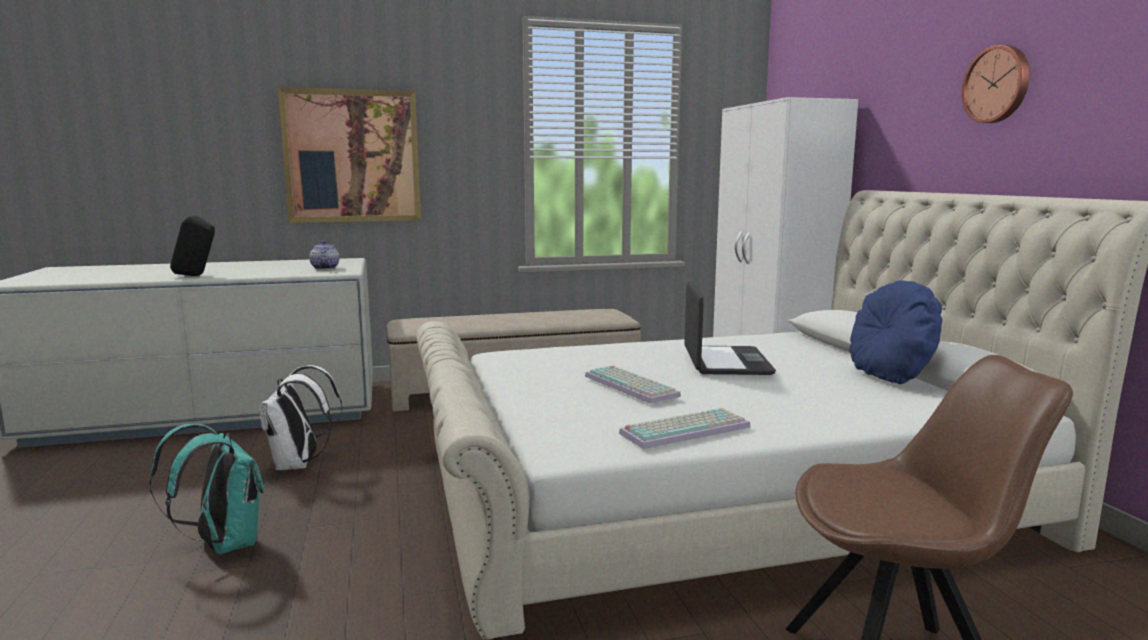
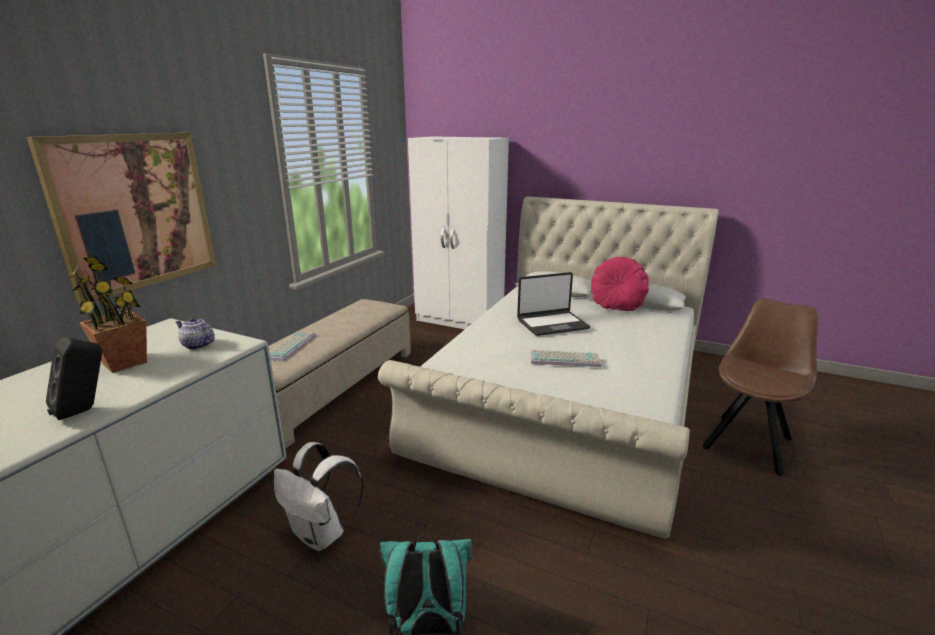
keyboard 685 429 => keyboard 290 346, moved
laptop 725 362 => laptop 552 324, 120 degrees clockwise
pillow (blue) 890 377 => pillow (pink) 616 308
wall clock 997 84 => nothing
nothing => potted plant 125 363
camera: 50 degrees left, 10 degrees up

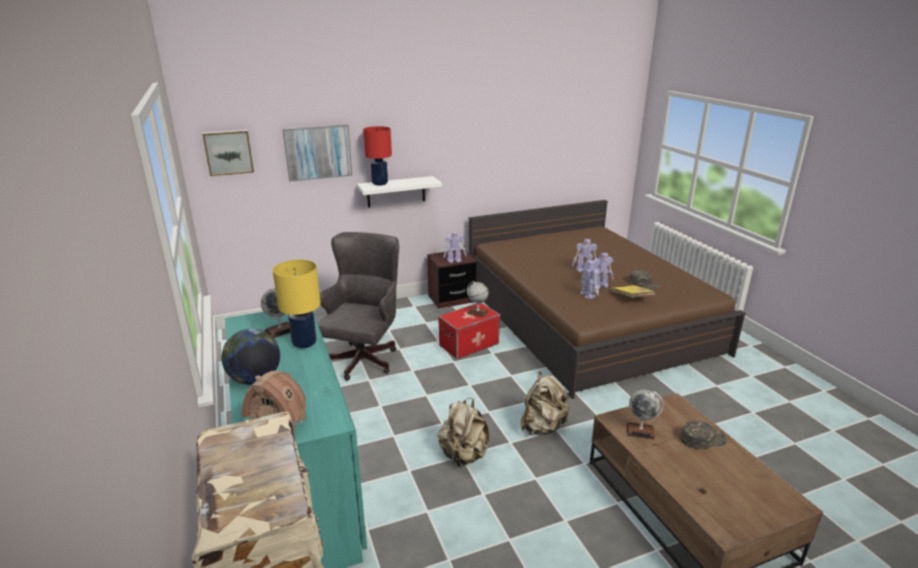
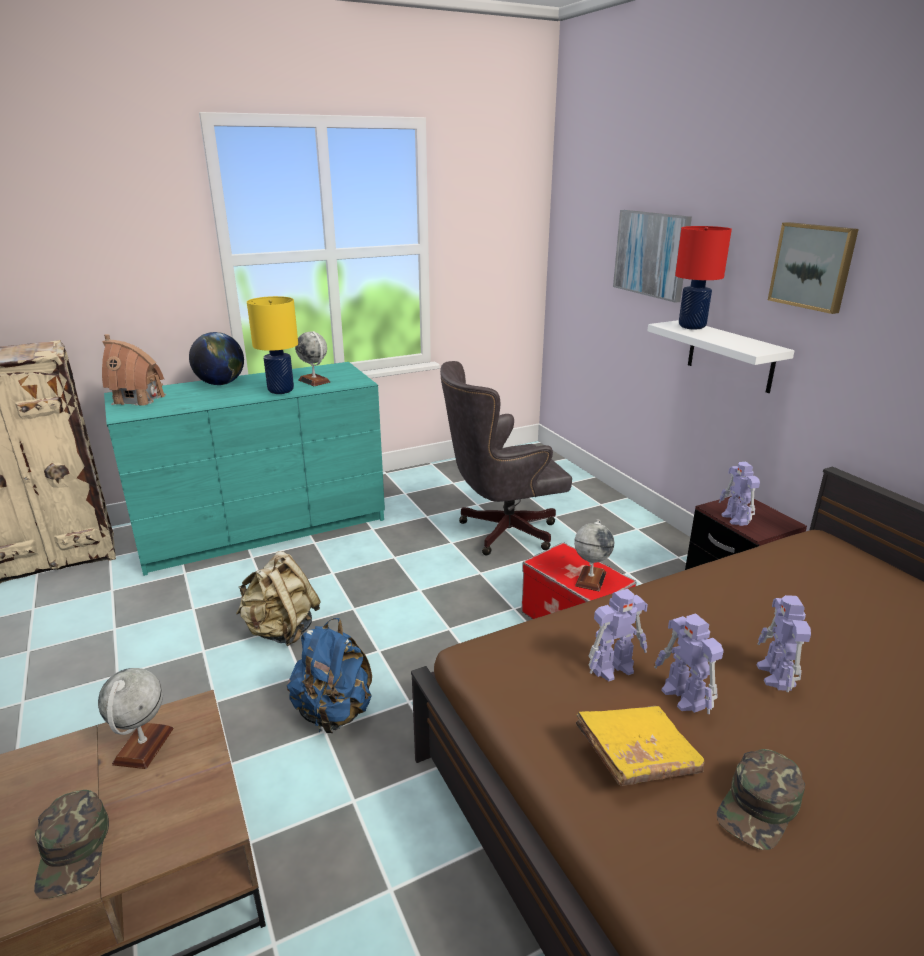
picture 228 152 => picture 813 266, moved
office chair (grey) 364 358 => office chair (grey) 501 533, 150 degrees clockwise
backpack (beige) 542 426 => backpack (blue) 334 713
camera: 85 degrees right, 0 degrees up

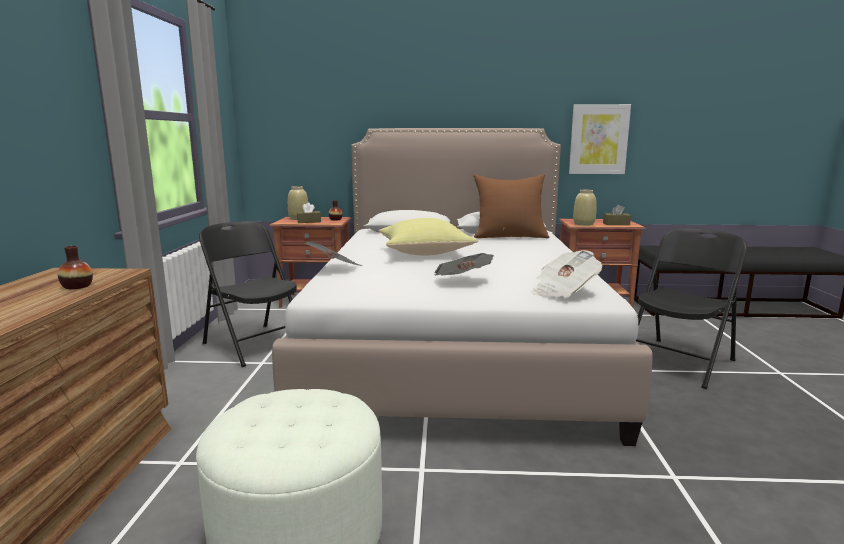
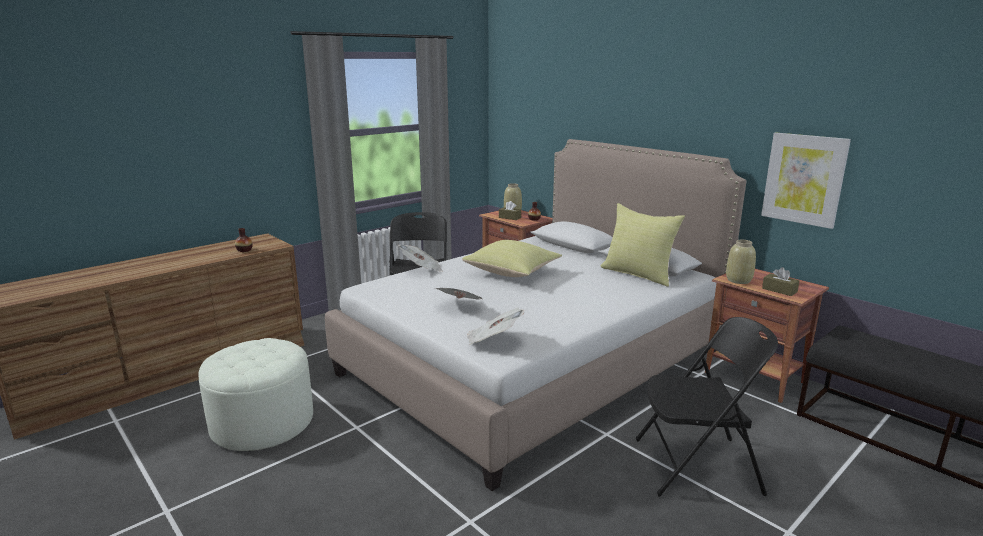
pillow (brown) 509 236 => pillow (yellow) 638 274
camera: 45 degrees right, 5 degrees up

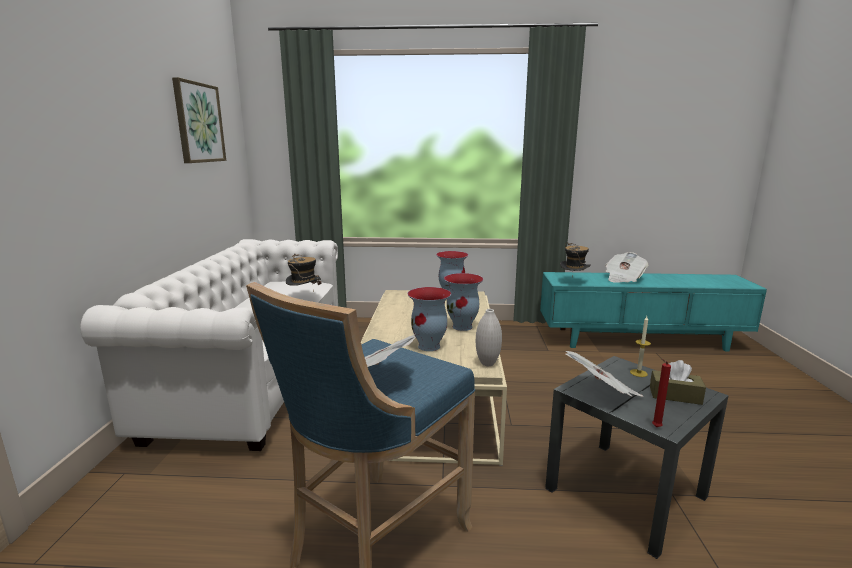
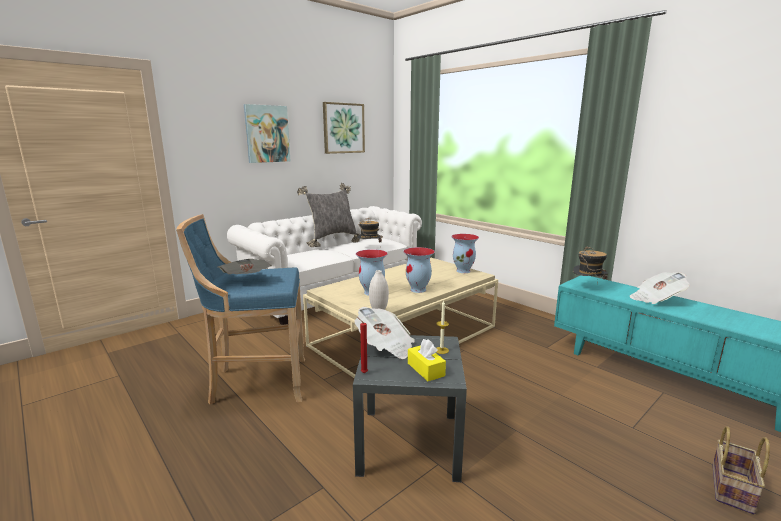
tissue box (brown) 675 395 => tissue box (yellow) 425 369
nothing => picture 267 134
nothing => pillow 331 244
nothing => basket 733 490
camera: 45 degrees right, 0 degrees up

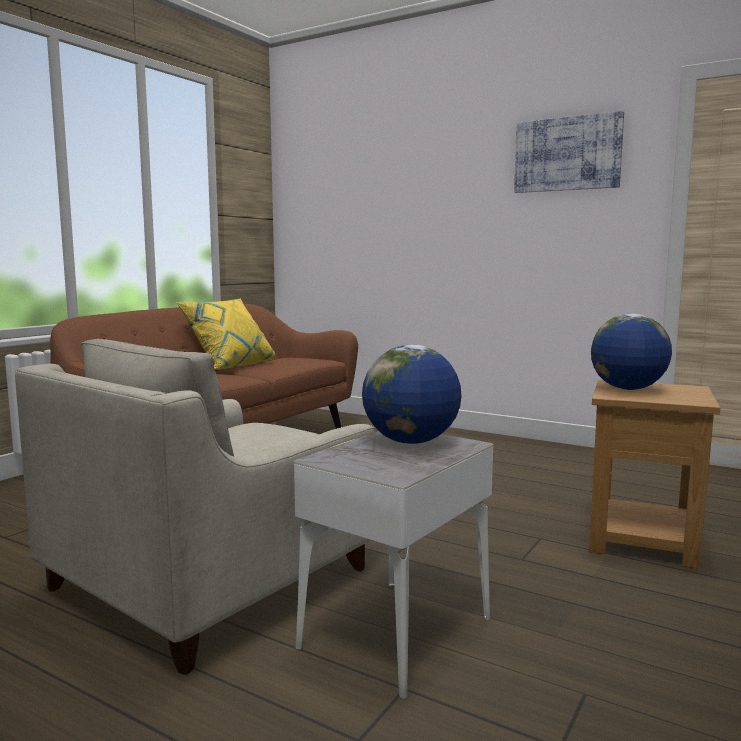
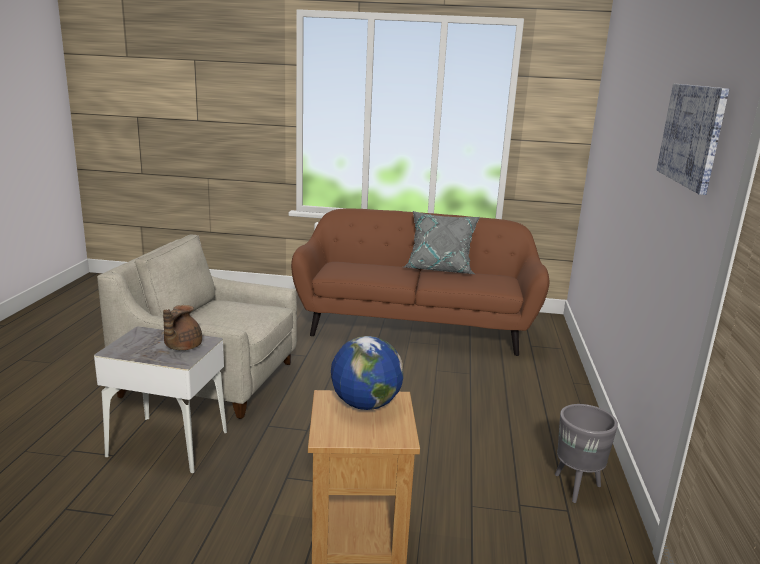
pillow (yellow) 231 366 => pillow (grey) 440 269
globe 411 442 => teapot (brown) 182 347
nothing => planter (grey) 577 488
camera: 65 degrees right, 10 degrees up

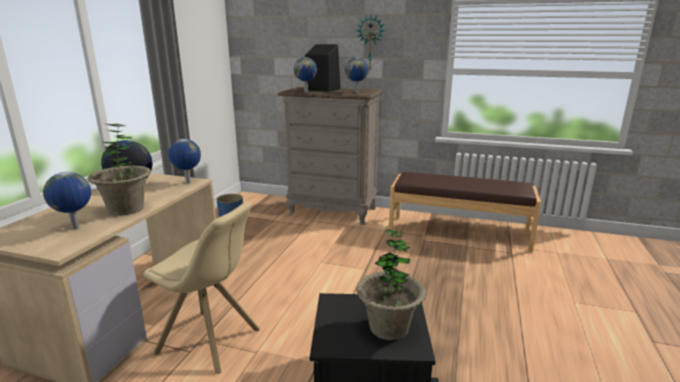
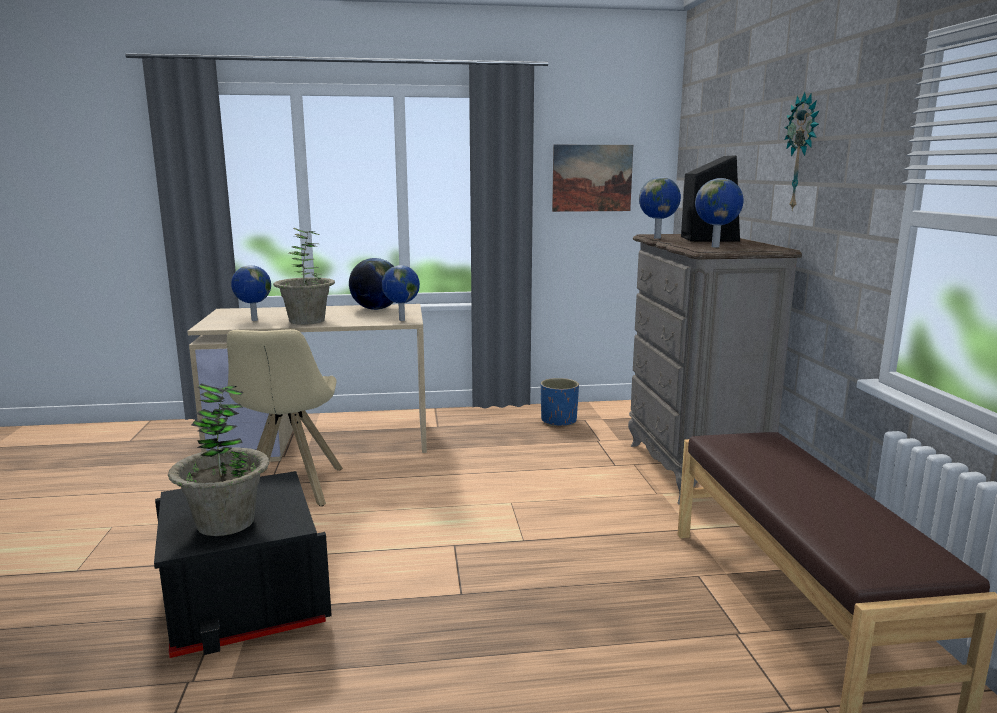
nothing => picture 592 178
camera: 65 degrees right, 5 degrees down

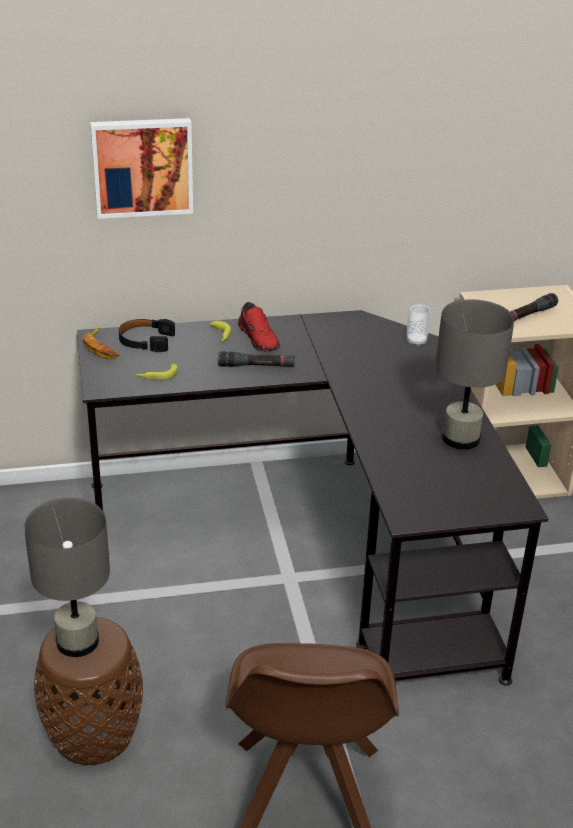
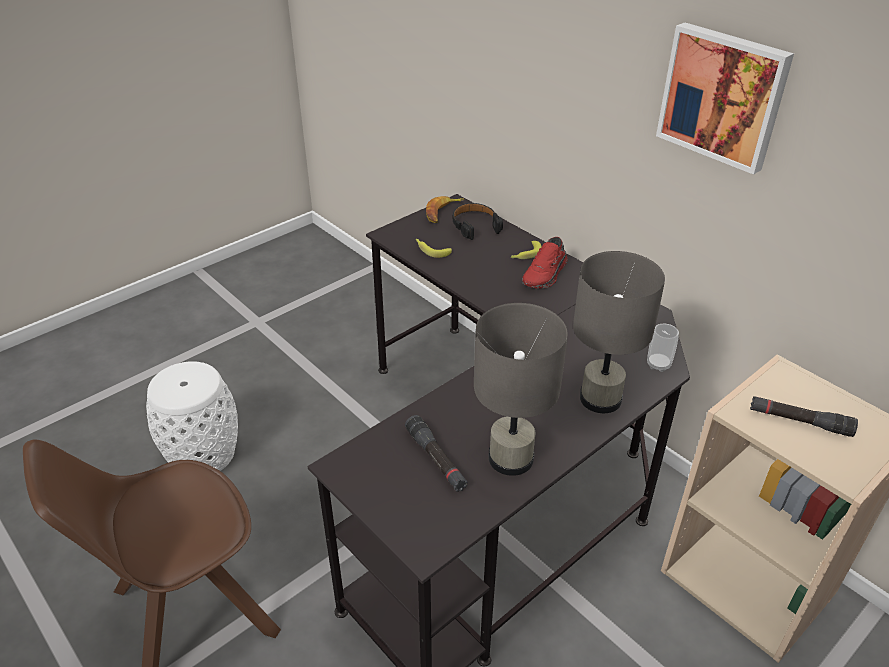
table lamp (grey) 77 642 => table lamp (grey) 599 399, moved
stool (brown) 94 734 => stool (white) 203 455
picture 142 166 => picture 723 96, moved
flashlight (black) 256 366 => flashlight (black) 436 459, moved
camera: 60 degrees right, 5 degrees up

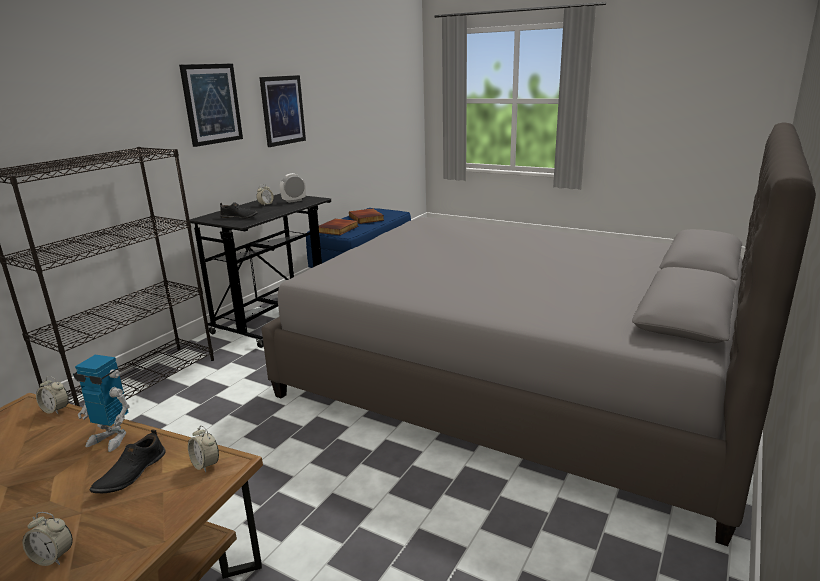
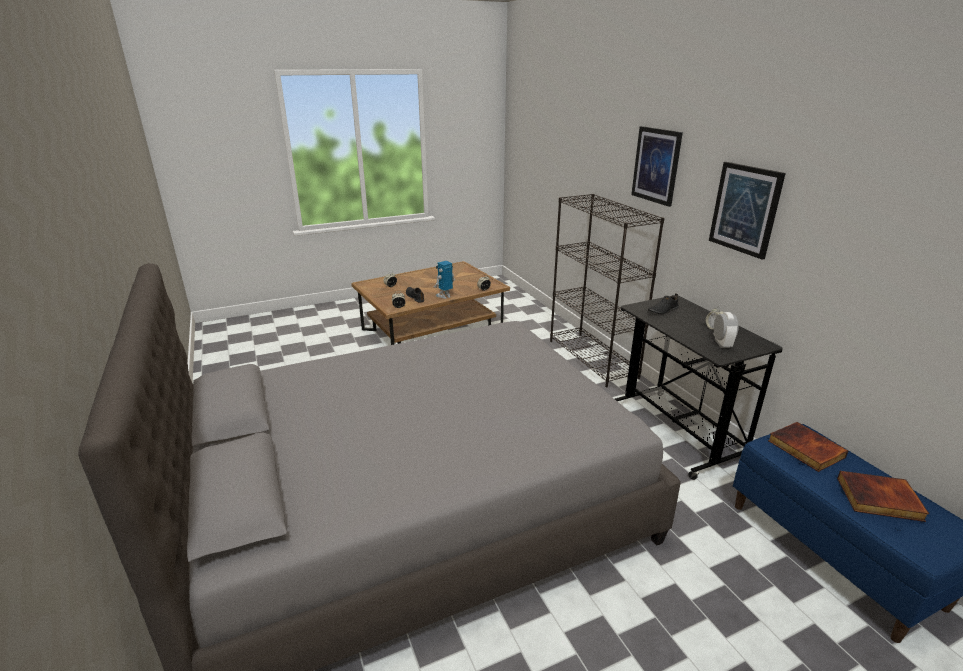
picture 282 110 => picture 656 165, moved
camera: 125 degrees right, 5 degrees up

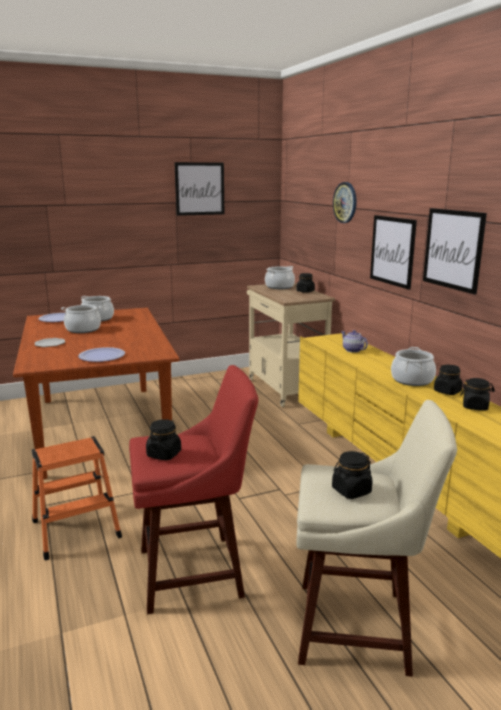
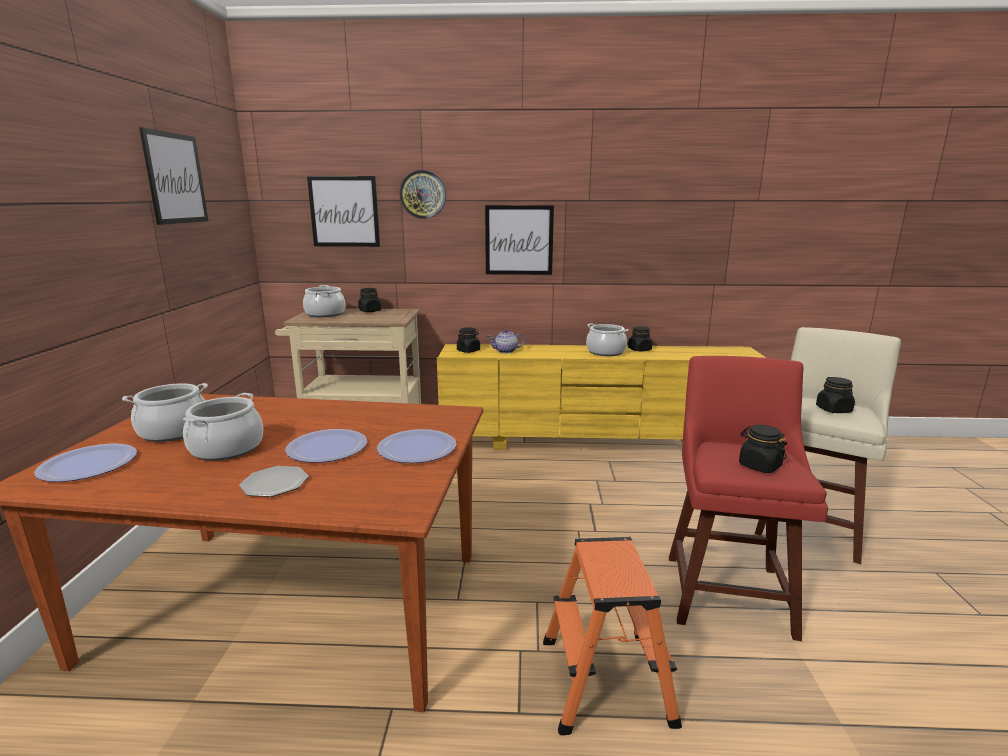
picture 453 249 => picture 344 211, moved
jar (black) 475 407 => jar (black) 468 351, moved
nothing => plate 327 448
camera: 65 degrees left, 0 degrees up

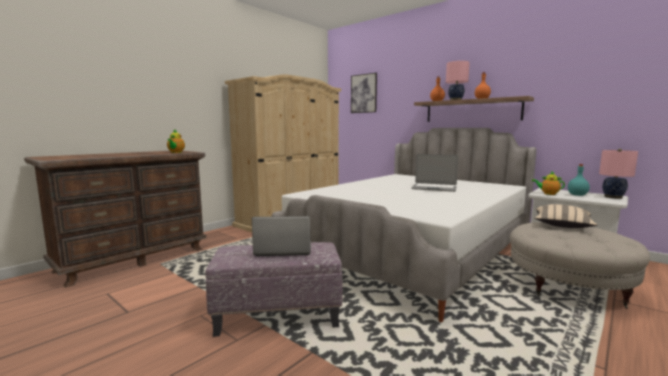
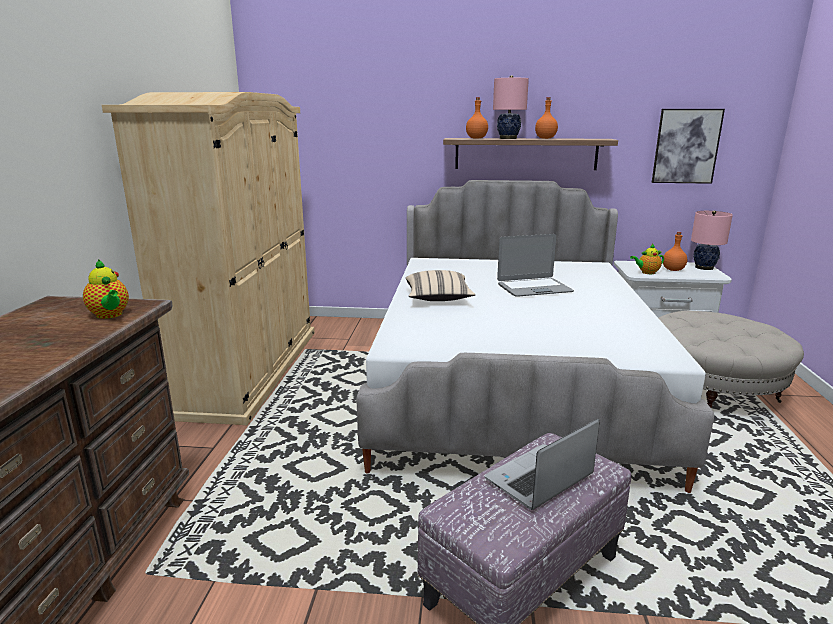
picture 364 93 => picture 686 146, moved
pillow (beige) 562 226 => pillow (beige) 438 299, moved
bottle (turquoise) 577 195 => bottle (orange) 672 270
camera: 35 degrees left, 10 degrees up

